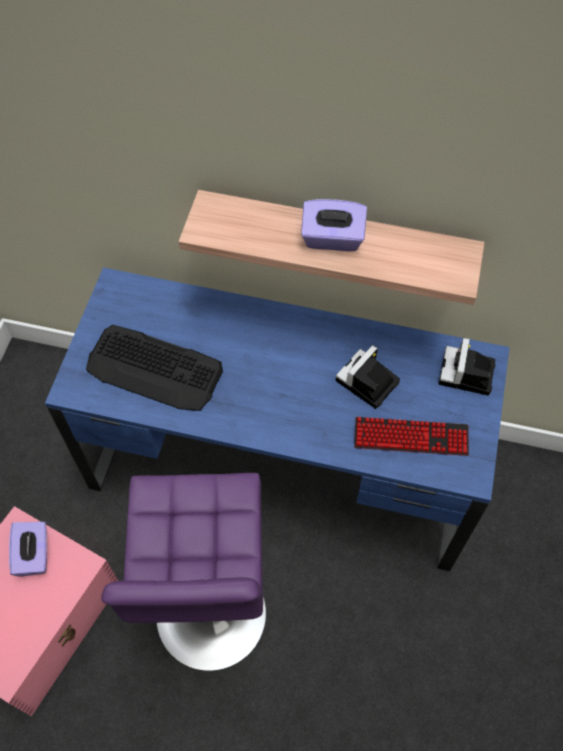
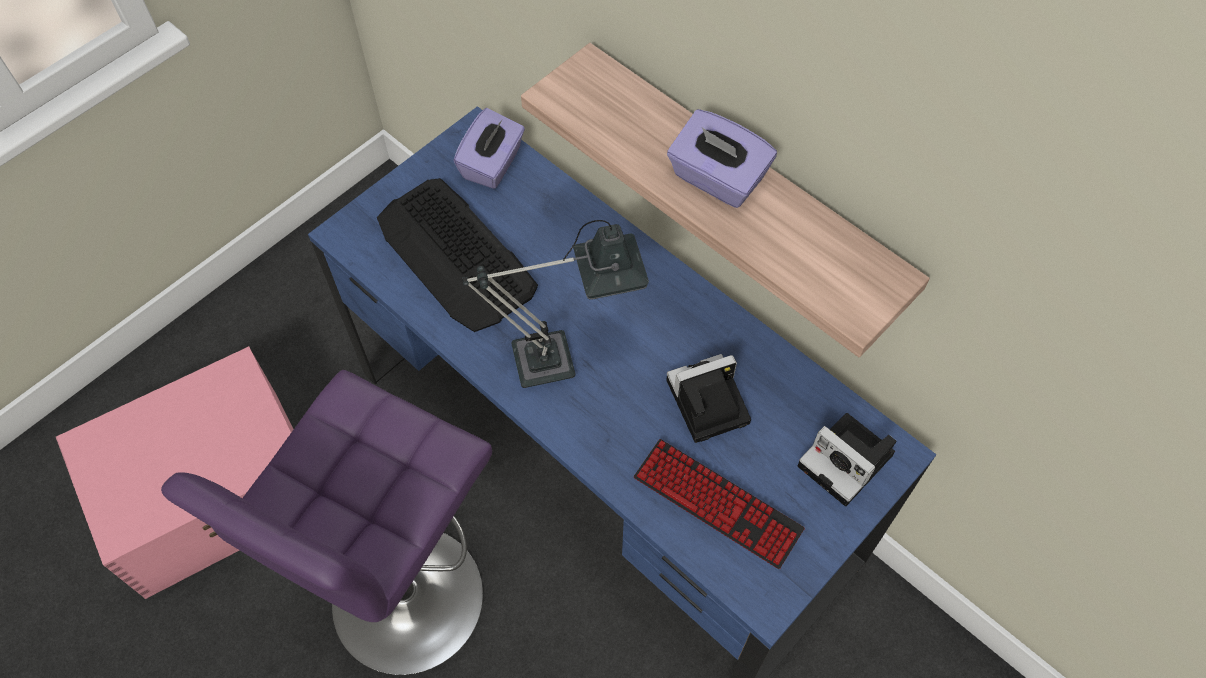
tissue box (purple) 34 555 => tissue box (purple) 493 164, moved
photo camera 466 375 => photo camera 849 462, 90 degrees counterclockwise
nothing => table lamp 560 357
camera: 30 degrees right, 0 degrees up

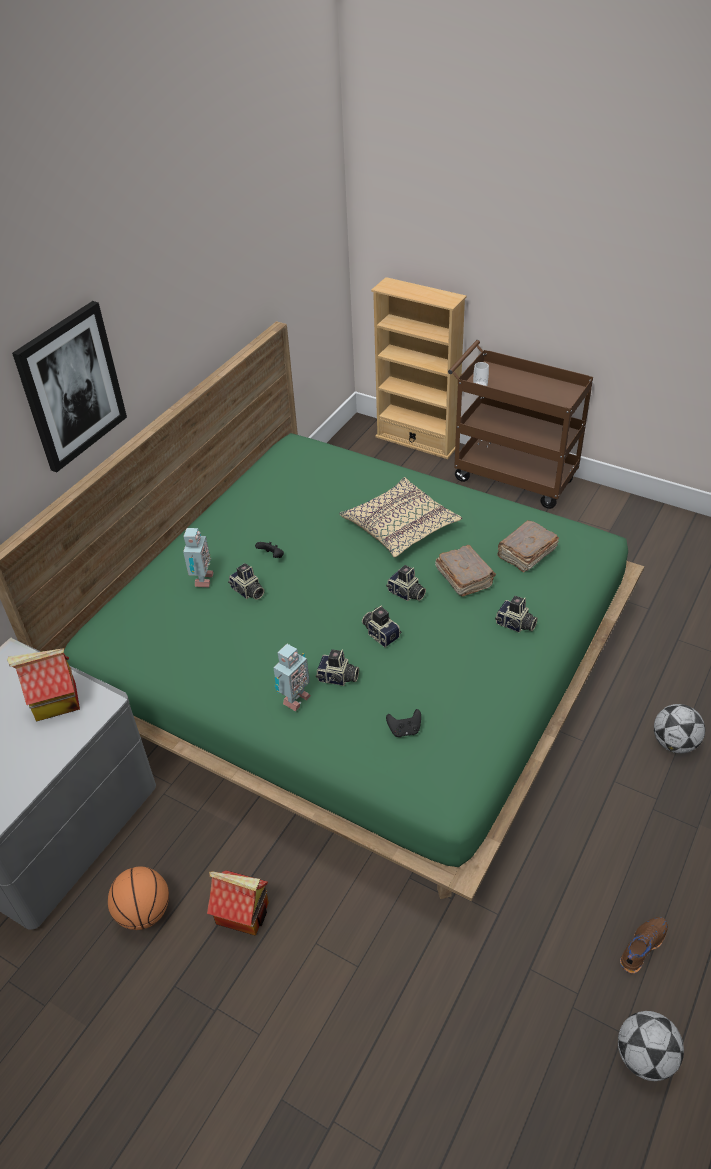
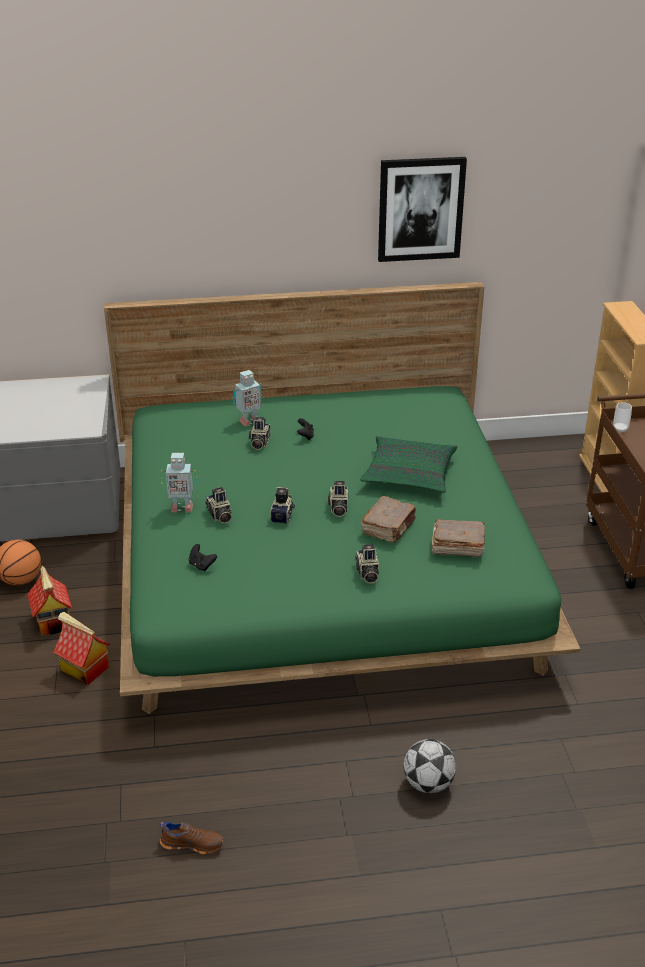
toy house 55 703 => toy house 83 669, moved
picture 71 386 => picture 420 209, moved
pillow (beige) 400 527 => pillow (green) 409 475
football 644 1057 => nothing
camera: 50 degrees right, 10 degrees down

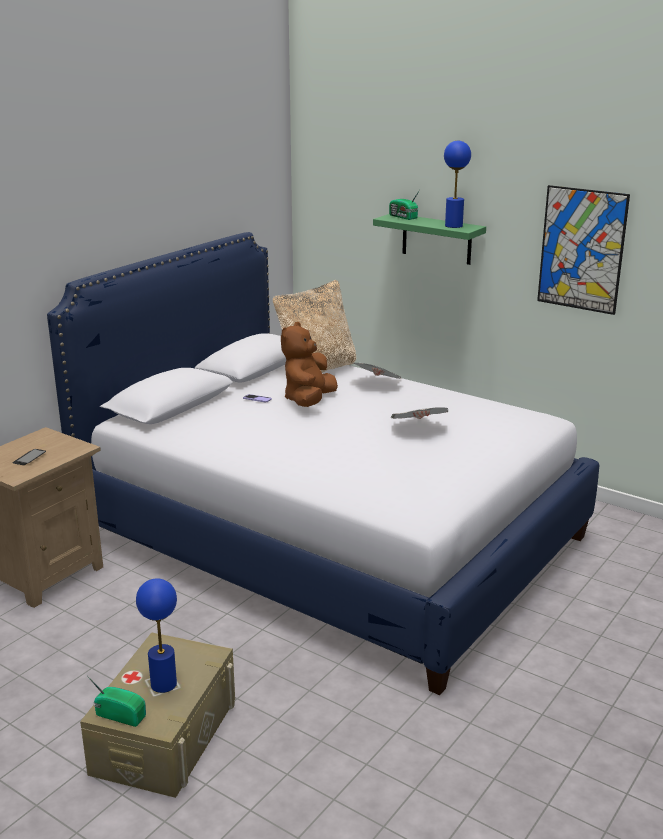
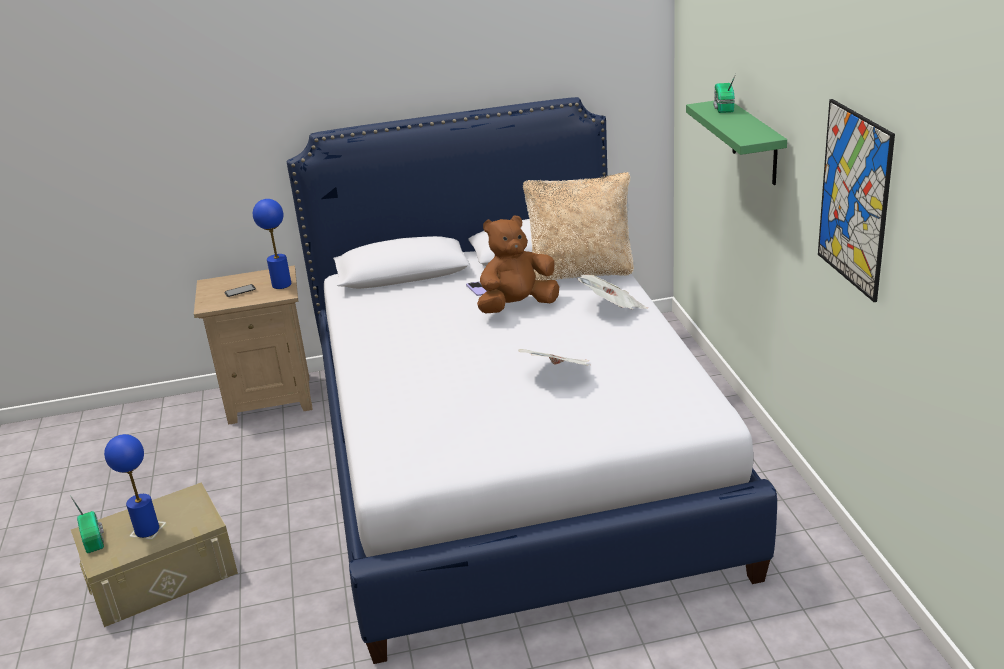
table lamp (blue) 453 226 => table lamp (blue) 281 284, moved
camera: 45 degrees right, 5 degrees up

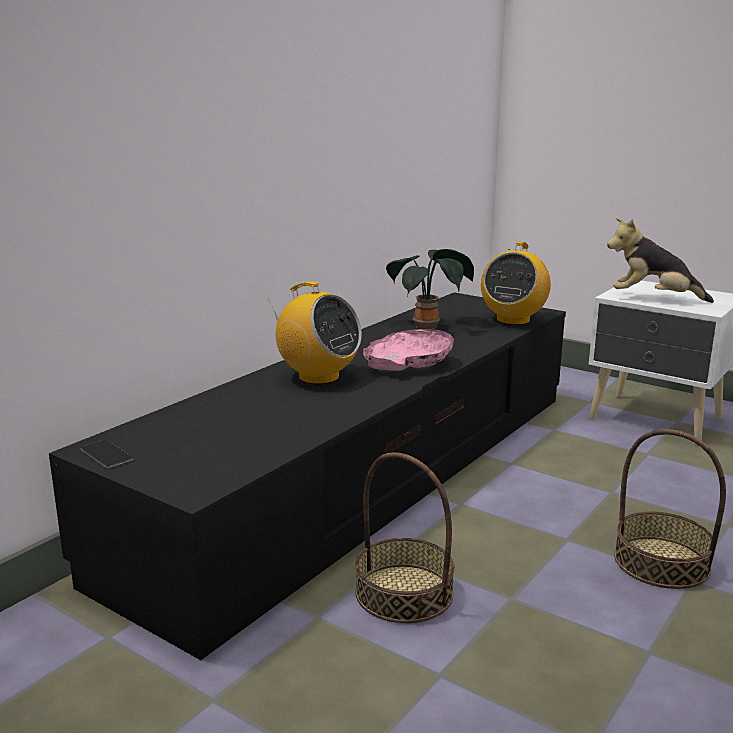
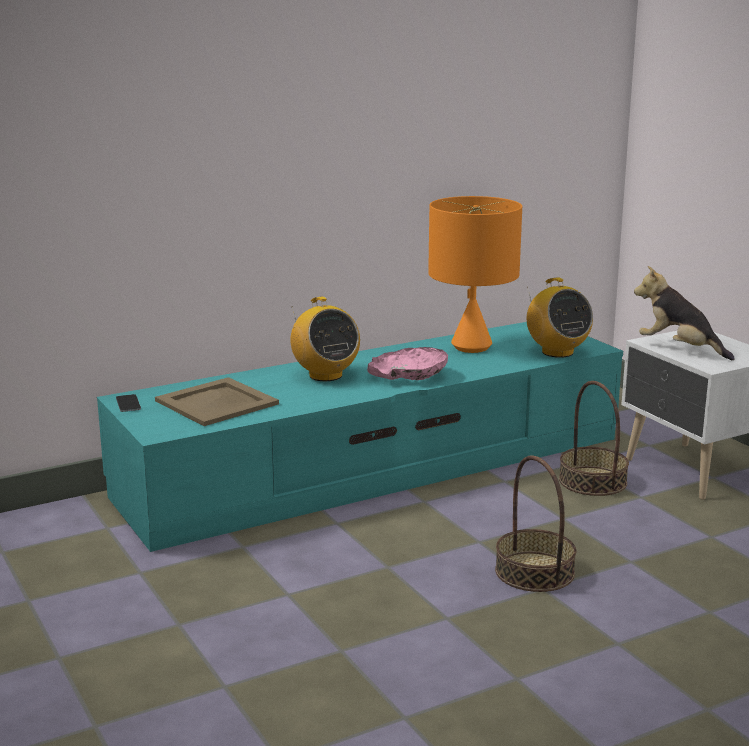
tv stand (black) 366 473 => tv stand (turquoise) 374 466
basket 403 593 => basket 592 481, moved
potted plant 429 327 => table lamp (orange) 471 348
radio 513 320 => radio 557 352, 75 degrees counterclockwise
nothing => tray (beige) 215 402
camera: 25 degrees right, 0 degrees up

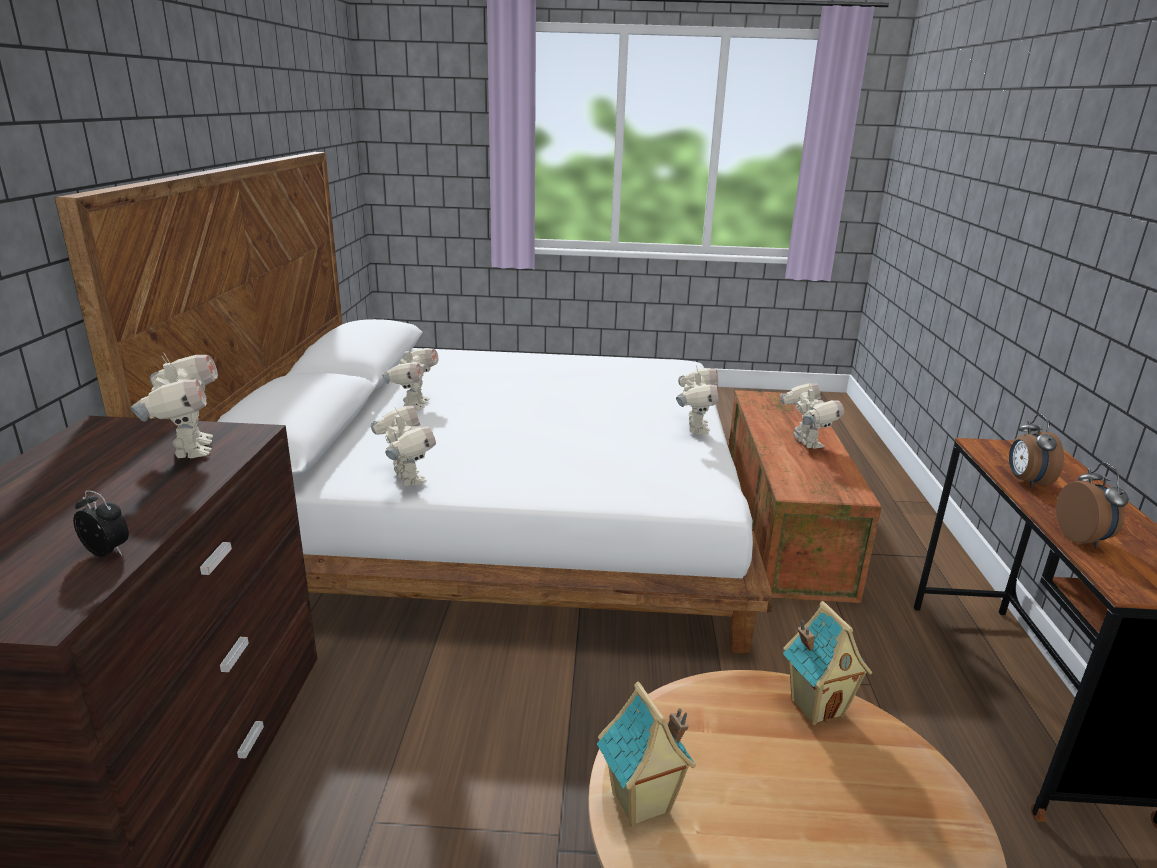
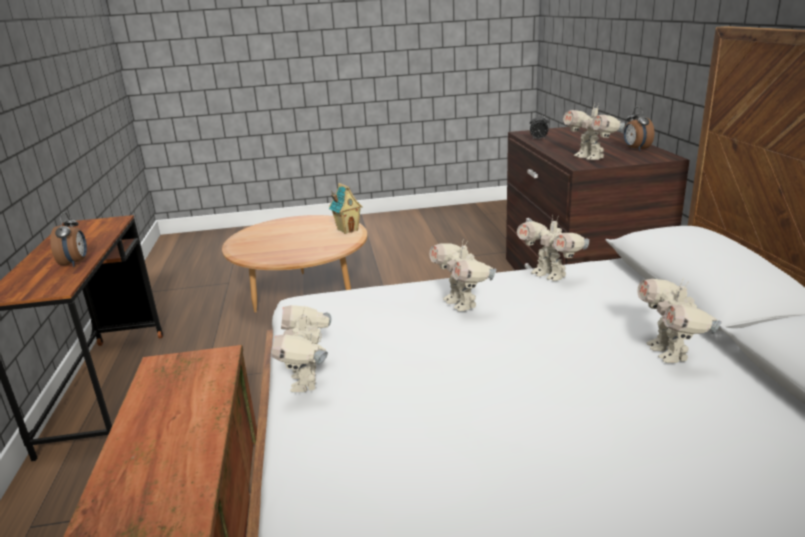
toy robot 805 443 => toy robot 462 304, moved
toy house 817 706 => nothing
alarm clock 1083 539 => alarm clock 635 149, moved
camera: 170 degrees right, 0 degrees up

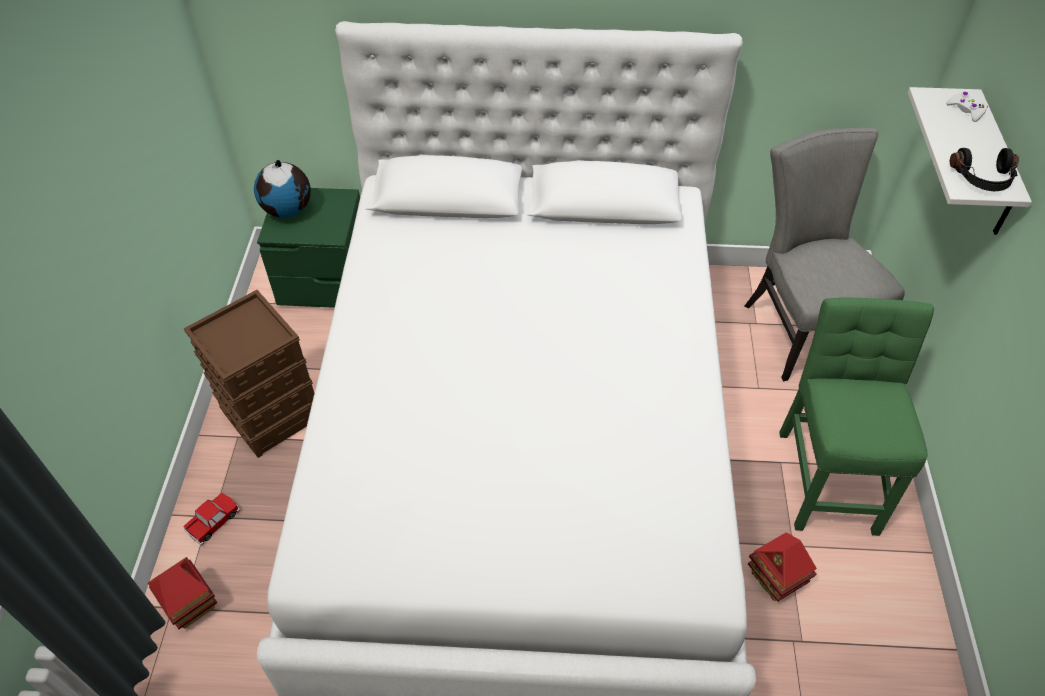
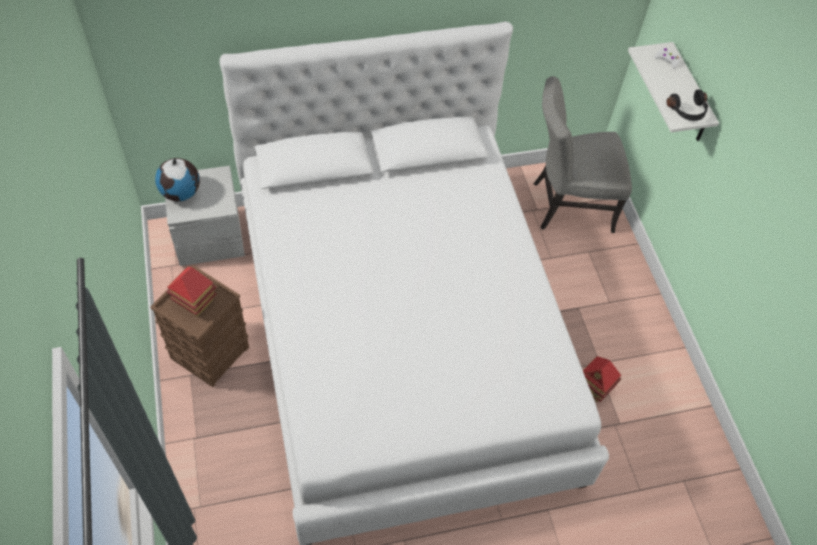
toy house 191 604 => toy house 195 302, moved
toy car 213 521 => nothing
nightstand (green) 325 279 => nightstand (white) 209 237
chair (grey) 799 325 => chair (grey) 566 205, 60 degrees counterclockwise
chair (green) 828 474 => nothing
camera: 20 degrees left, 5 degrees up

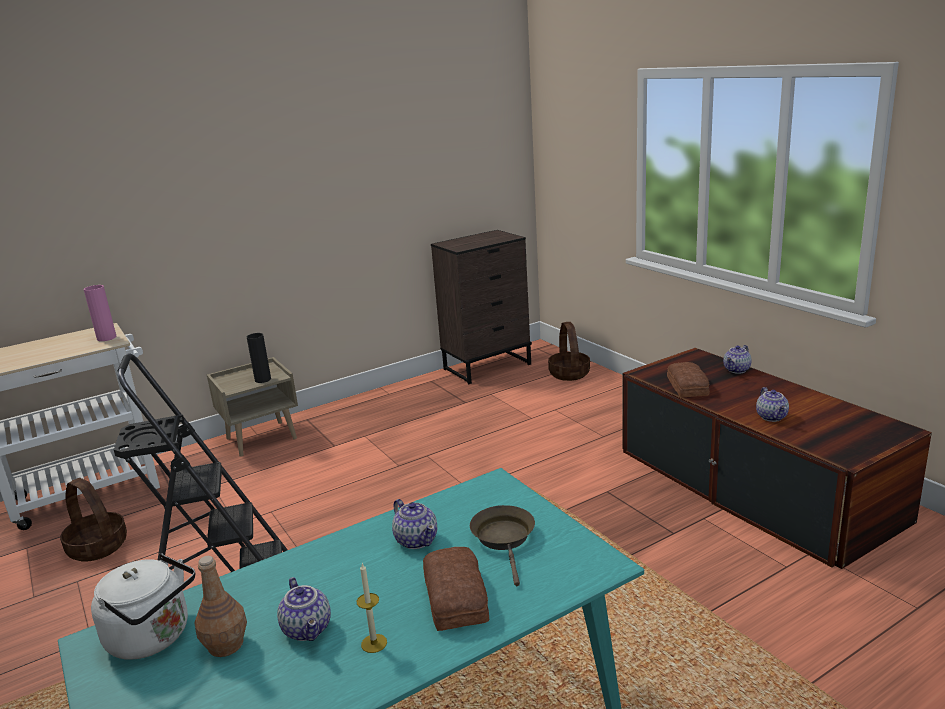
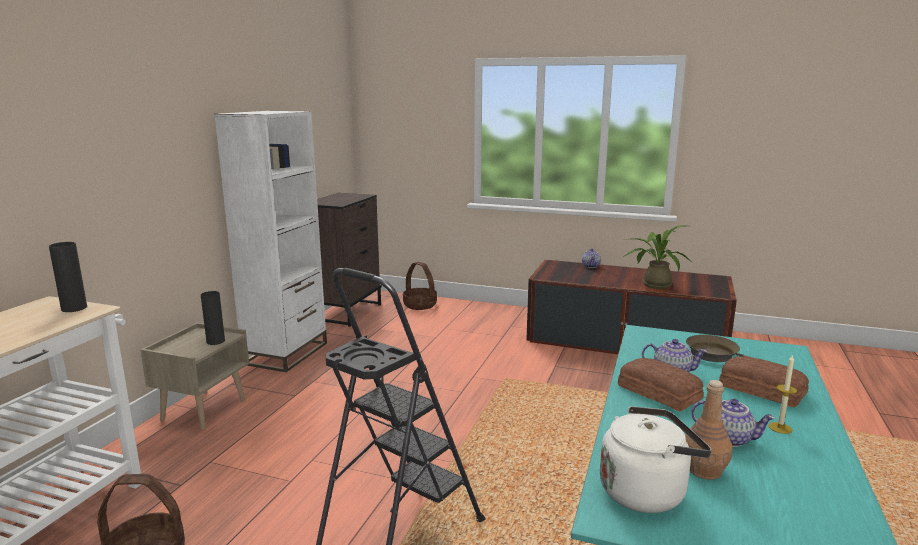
vase (pink) 106 338 => vase (black) 74 308
bread 688 386 => bread 659 392, moved
teapot 772 417 => potted plant 653 284
nothing => bookcase (white) 286 353
camera: 40 degrees left, 5 degrees down

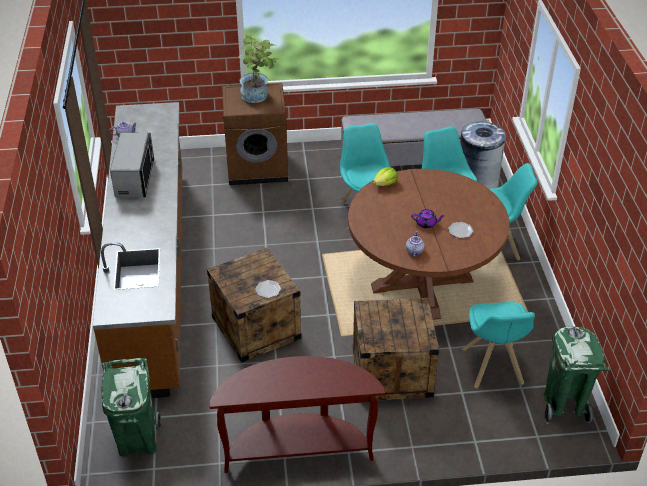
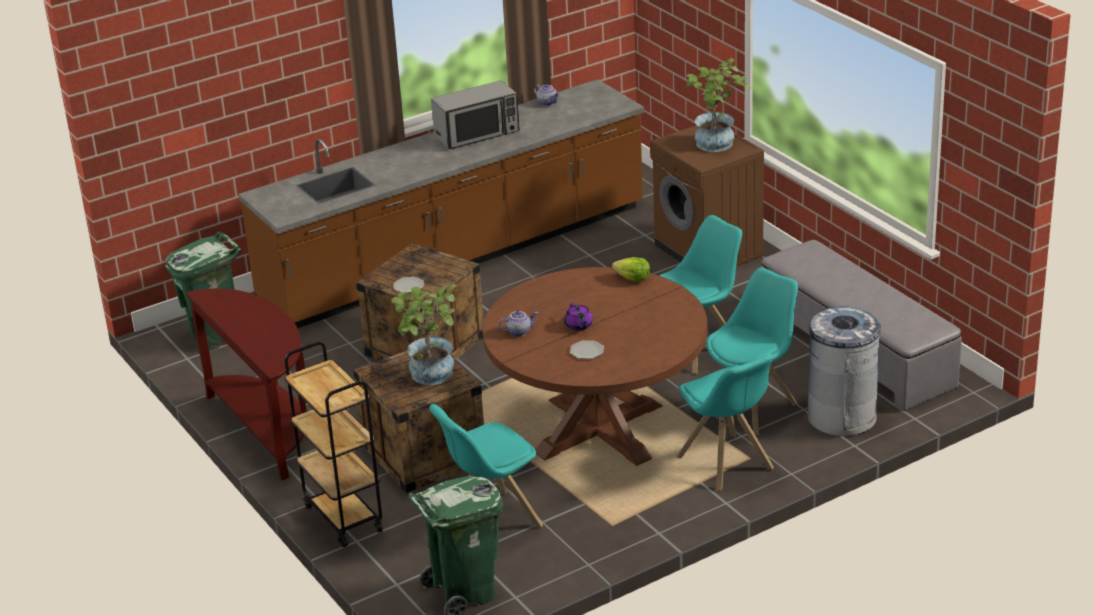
nothing => cart (brown) 342 519
nothing => potted plant 430 377
camera: 65 degrees right, 10 degrees down

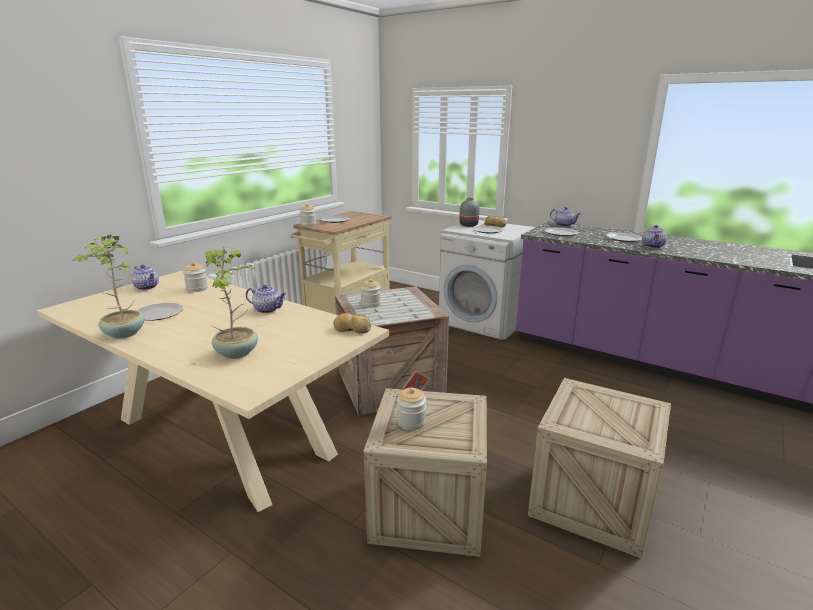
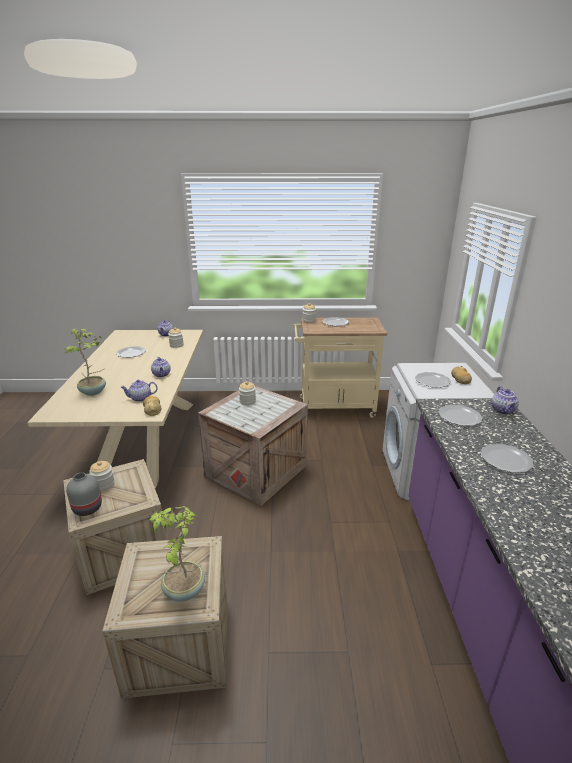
potted plant 123 334 => potted plant 183 590, moved
vase (grey) 469 225 => vase (grey) 88 508, moved
teapot 653 246 => teapot 140 398, moved
camera: 55 degrees right, 5 degrees up

